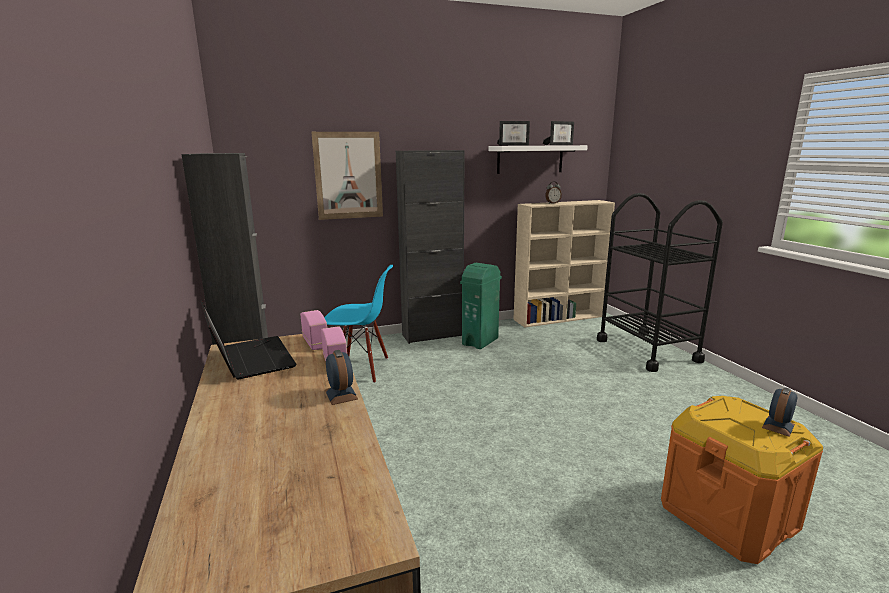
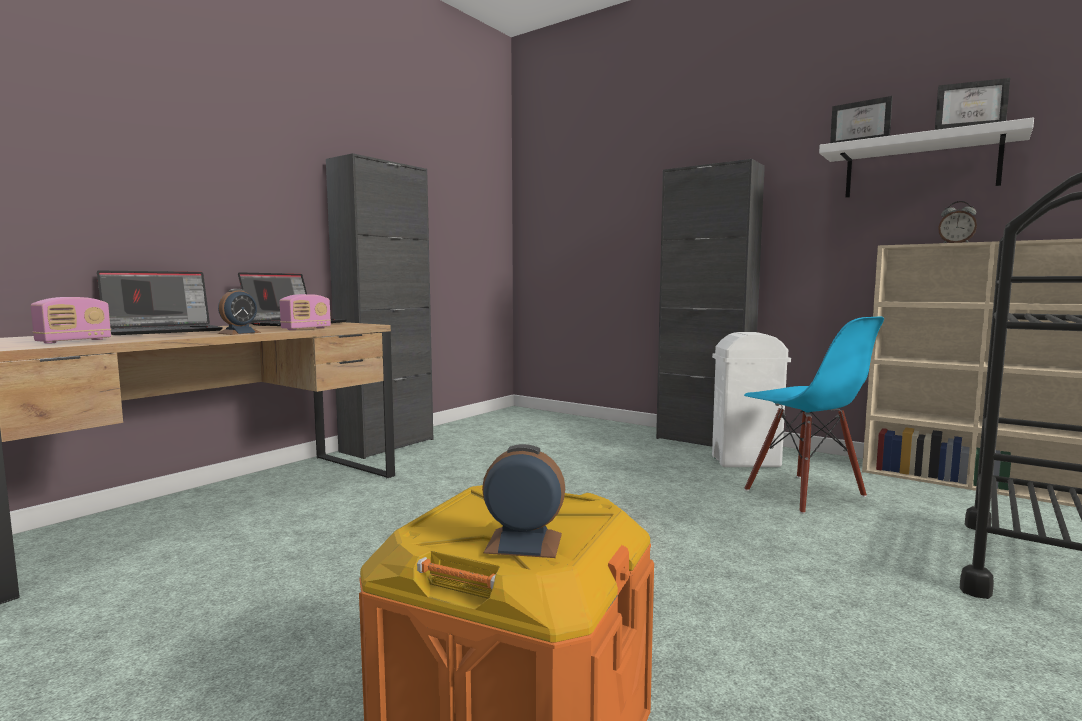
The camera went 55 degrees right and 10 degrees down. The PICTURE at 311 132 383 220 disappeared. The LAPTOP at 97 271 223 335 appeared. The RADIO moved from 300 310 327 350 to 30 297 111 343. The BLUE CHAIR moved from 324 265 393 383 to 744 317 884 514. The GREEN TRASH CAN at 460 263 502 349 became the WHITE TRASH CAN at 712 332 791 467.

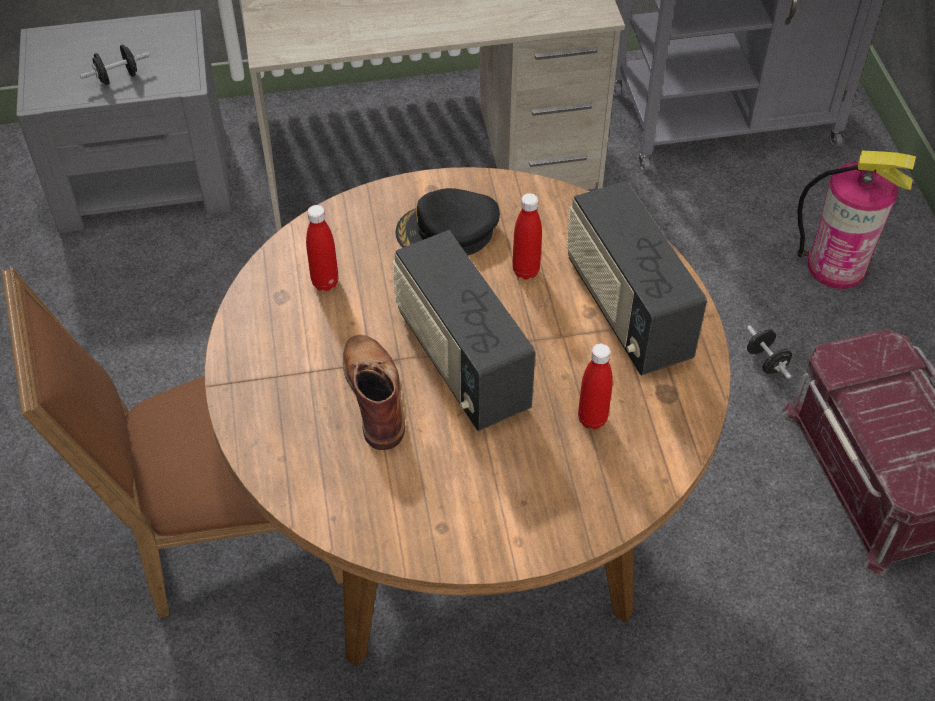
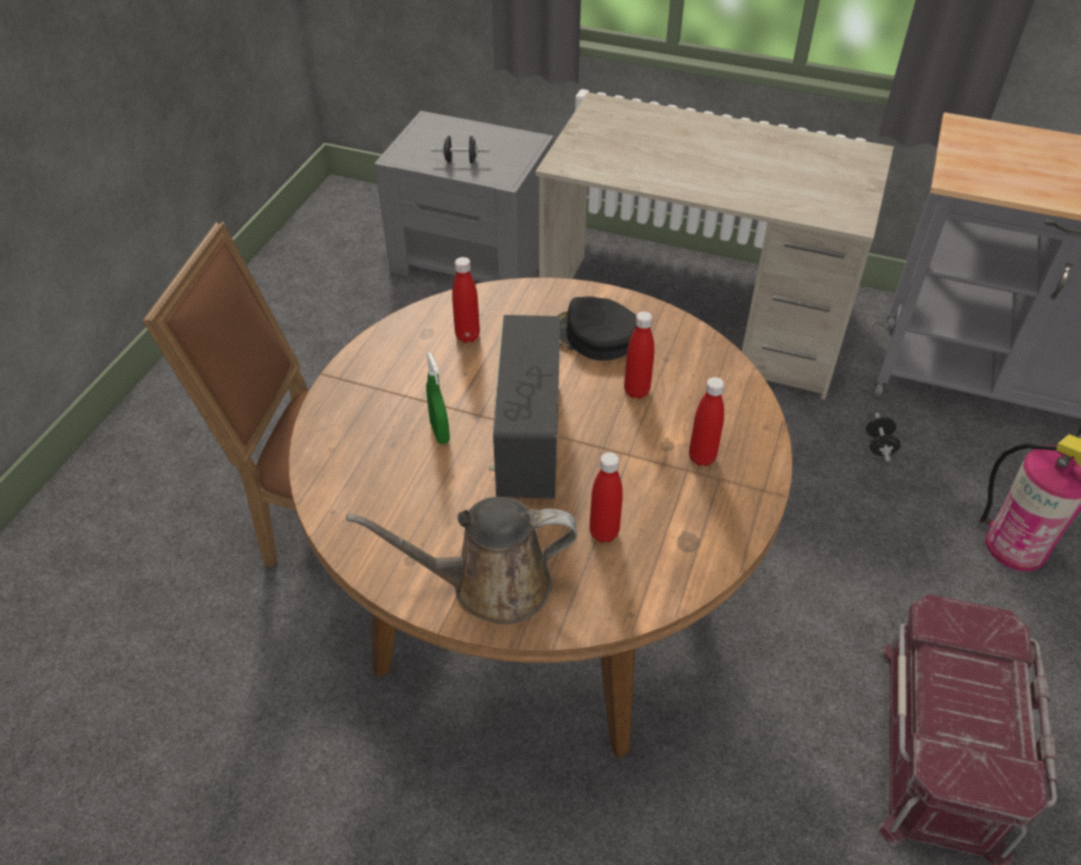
The camera went 30 degrees right and 5 degrees down. The BROWN WATERING CAN at 346 497 577 624 appeared. The BLACK DUMBBELL moved from 747 325 792 379 to 866 413 901 462. The BROWN BOOT at 343 335 405 450 was replaced by the GREEN SPRAY BOTTLE at 426 353 450 444. The RADIO at 566 181 707 376 was replaced by the RED BOTTLE at 689 377 725 466.

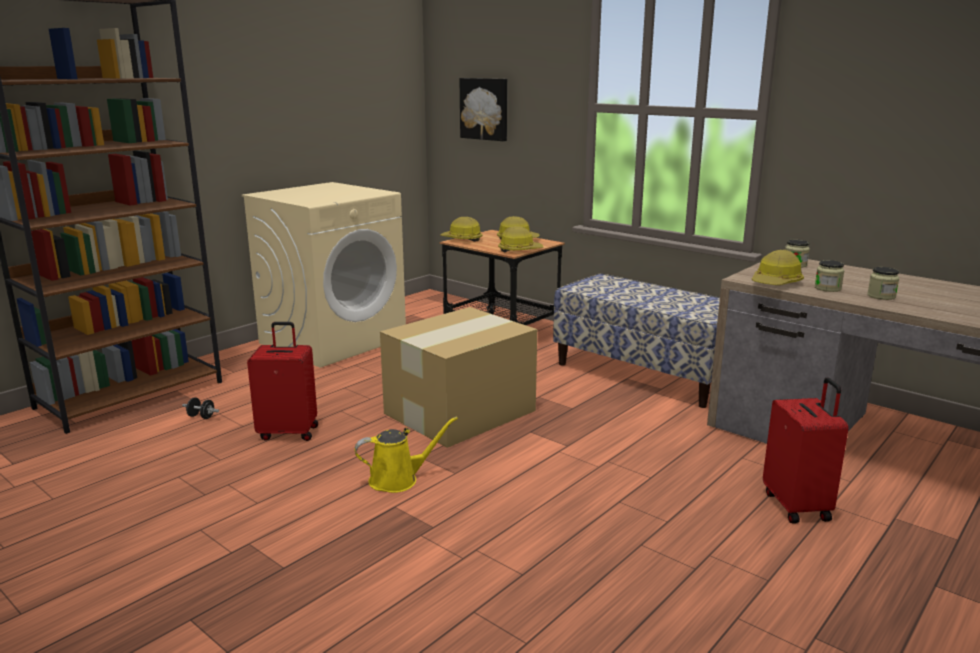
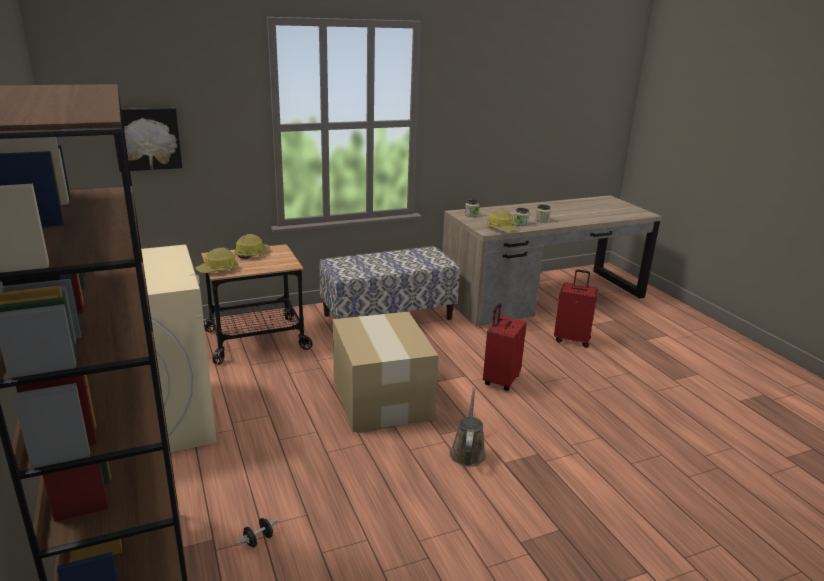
The camera went 65 degrees left and 5 degrees up. The HARD HAT at 498 226 543 252 disappeared. The RED SUITCASE moved from 247 322 318 441 to 483 303 527 391. The YELLOW WATERING CAN at 355 417 458 493 became the BROWN WATERING CAN at 450 387 486 467.

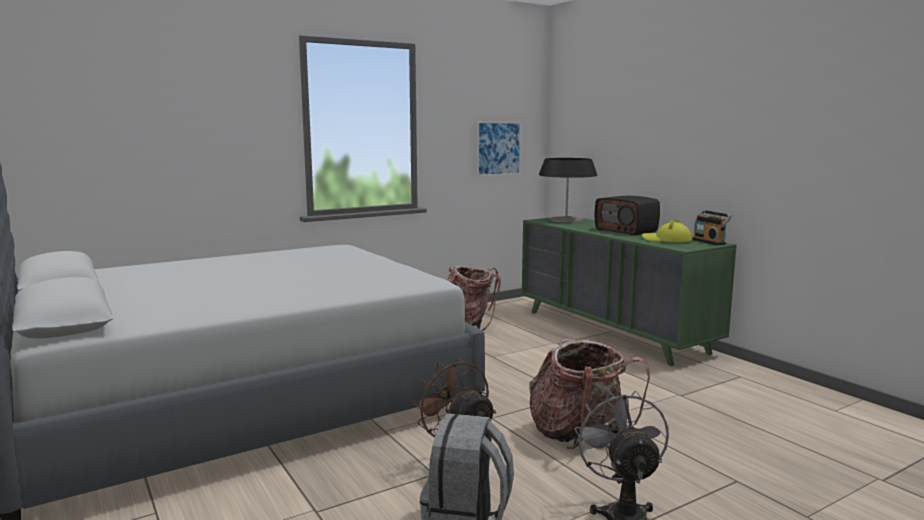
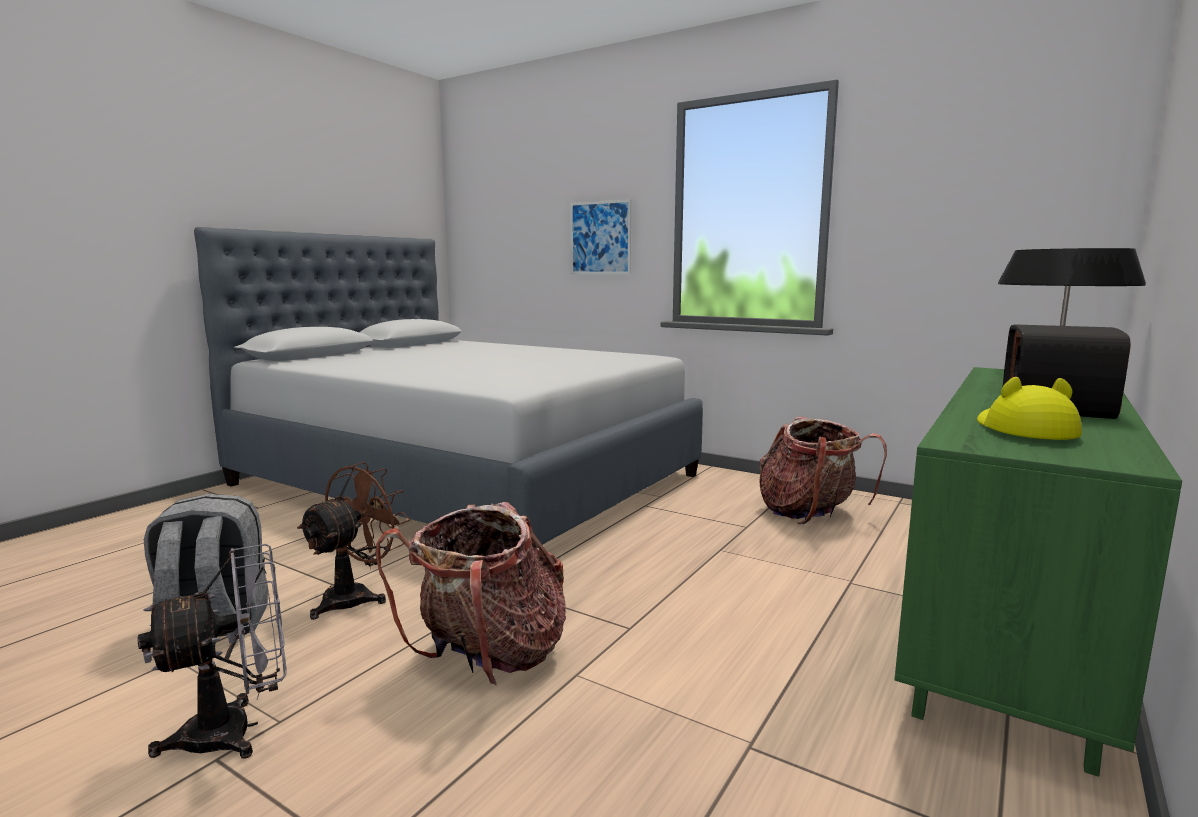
The camera went 65 degrees right and 0 degrees up. The RADIO at 693 210 732 245 disappeared. The PICTURE moved from 477 121 522 177 to 570 199 631 274.

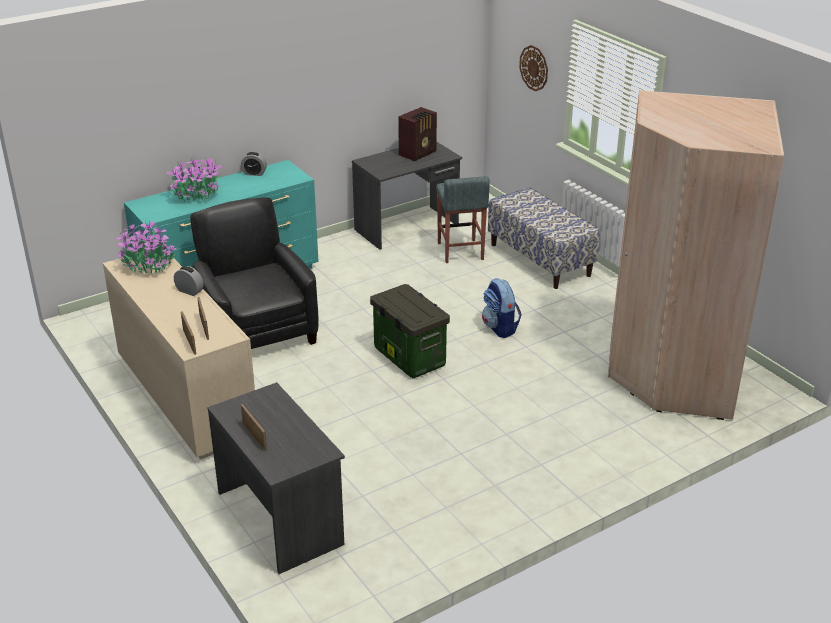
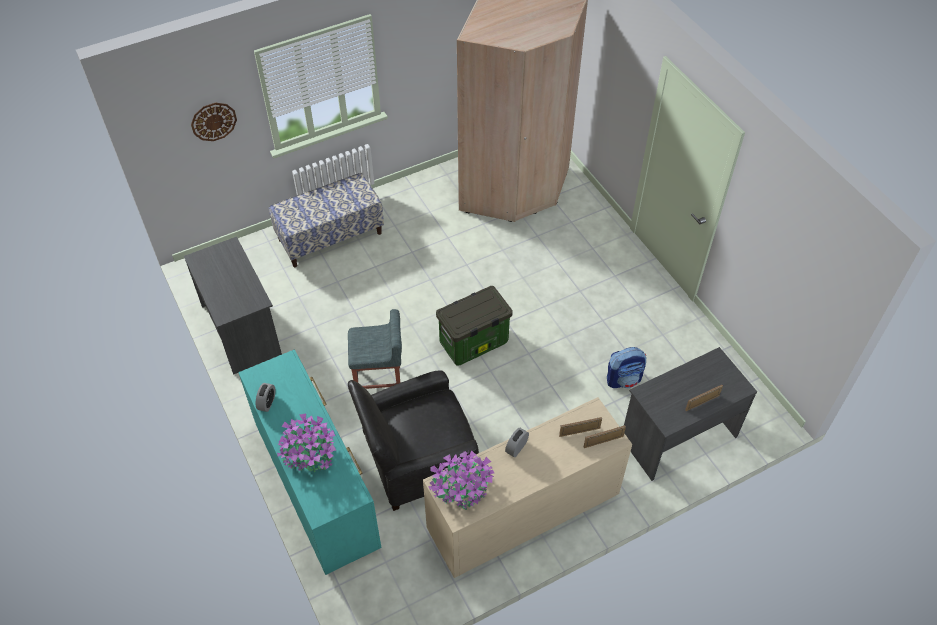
The camera went 85 degrees left and 20 degrees up. The RADIO at 398 107 437 161 disappeared. The GREY STOOL moved from 436 177 490 263 to 348 309 402 389. The BACKPACK moved from 482 278 522 338 to 607 347 646 388.

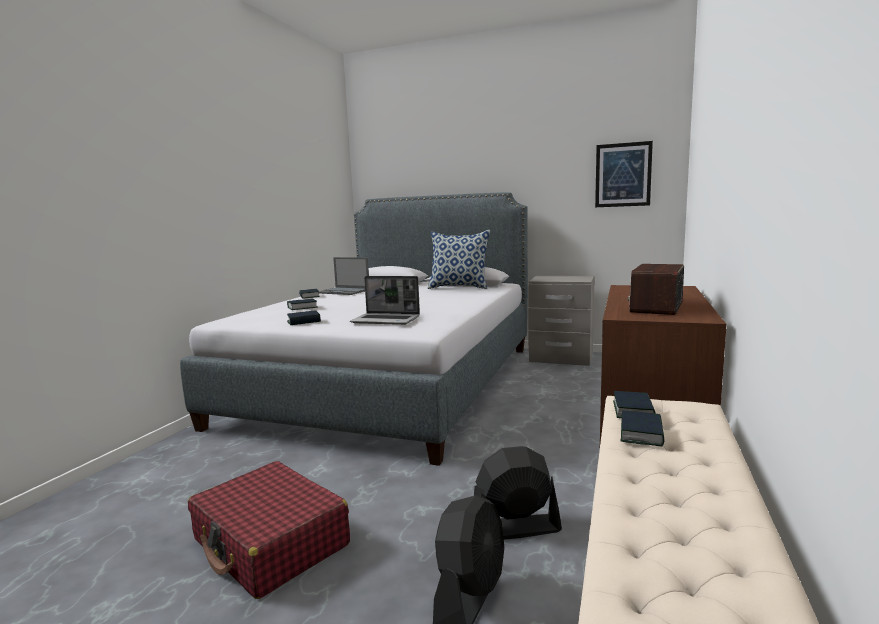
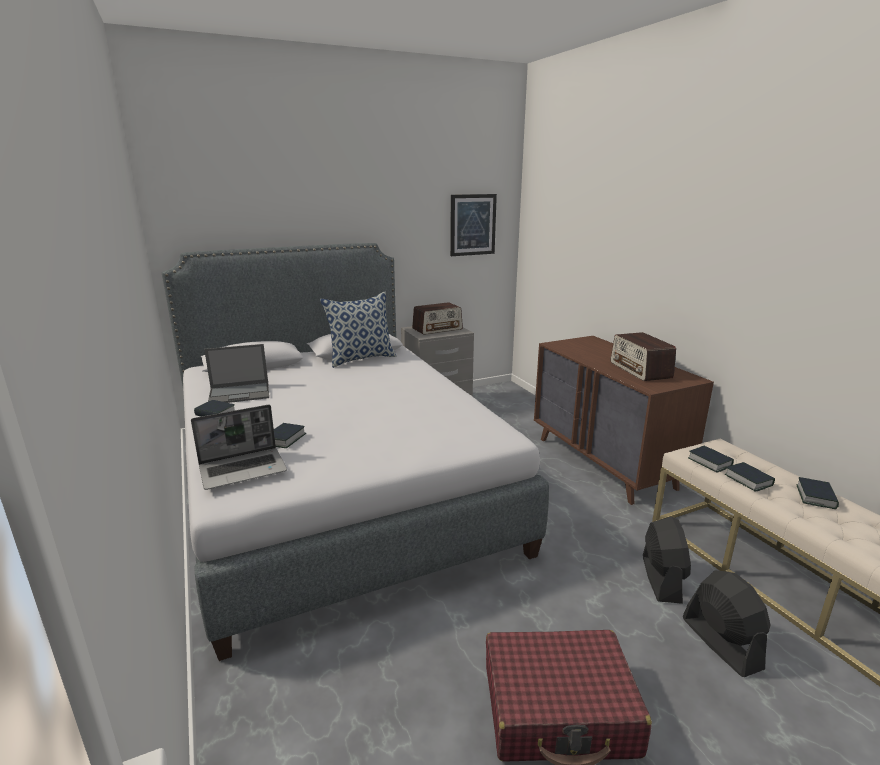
The camera went 45 degrees left and 10 degrees up. The RADIO at 412 302 463 335 appeared. The BOOK moved from 287 310 321 325 to 796 477 839 509. The LAPTOP moved from 350 276 420 325 to 191 405 287 490. The BLACK FAN at 474 446 562 540 turned 150 degrees clockwise.

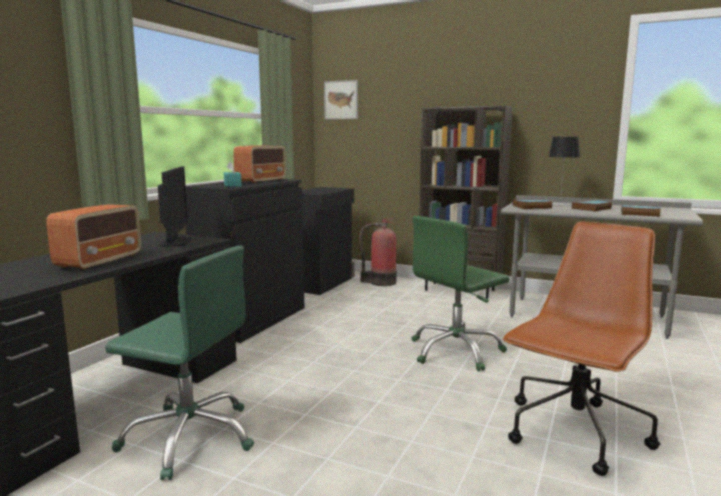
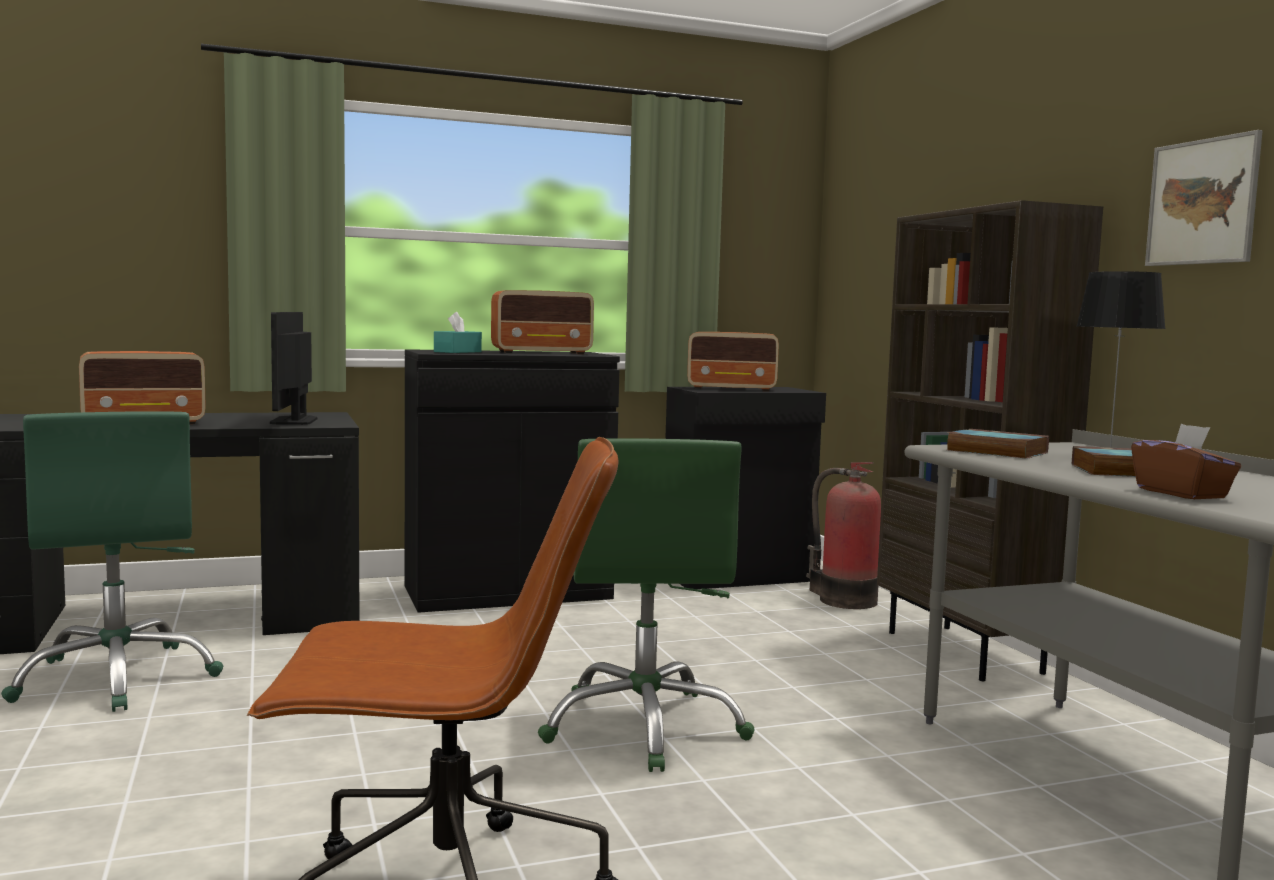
The camera went 45 degrees right and 5 degrees down. The RADIO at 687 332 779 391 appeared. The PICTURE moved from 324 80 358 120 to 1145 130 1263 266. The BOOK at 621 204 661 217 was replaced by the BROWN TISSUE BOX at 1131 424 1241 499. The MONITOR at 158 167 191 247 turned 135 degrees clockwise. The GREEN OFFICE CHAIR at 412 216 509 371 turned 105 degrees counterclockwise.

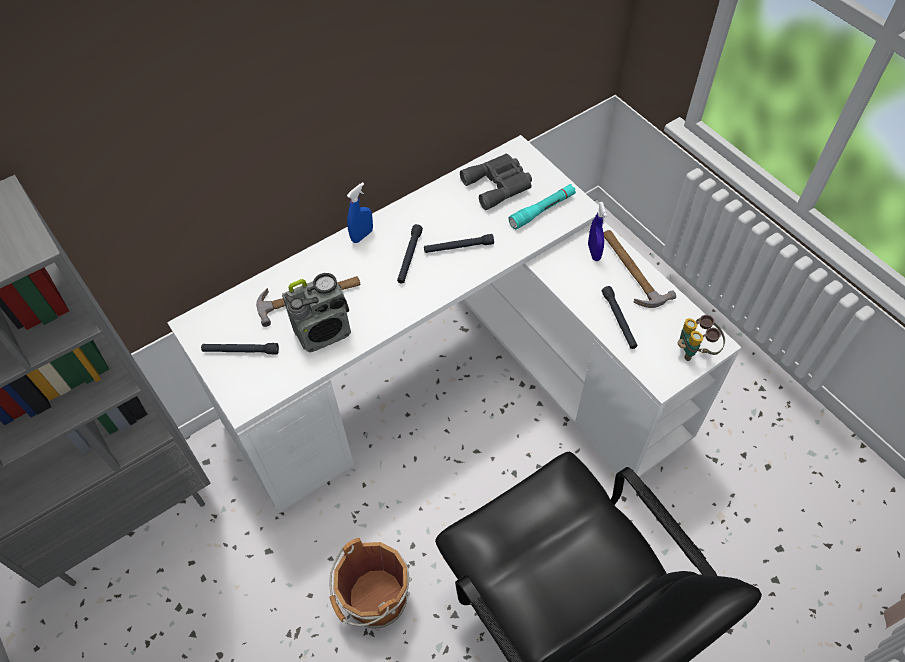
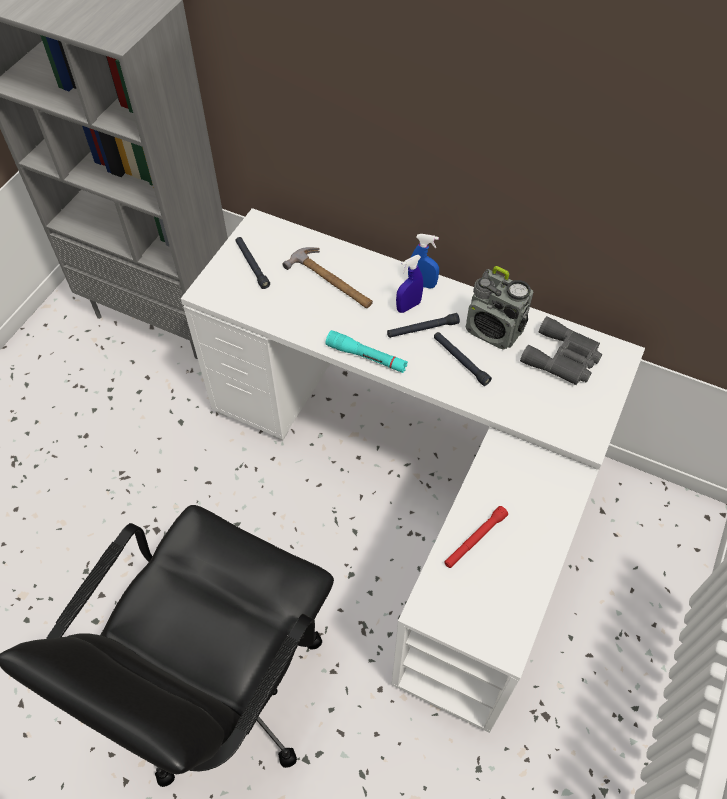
The camera went 60 degrees right and 0 degrees up. The BROWN BUCKET at 329 538 412 631 disappeared. The HAMMER at 604 230 676 308 disappeared. The BINOCULARS at 678 315 725 361 disappeared. The RADIO moved from 282 273 351 352 to 466 266 534 350. The TURQUOISE FLASHLIGHT moved from 509 184 576 229 to 326 330 408 373. The BLUE SPRAY BOTTLE moved from 588 202 607 261 to 396 255 423 313. The BLACK FLASHLIGHT at 602 286 638 349 became the RED FLASHLIGHT at 444 506 508 568.

